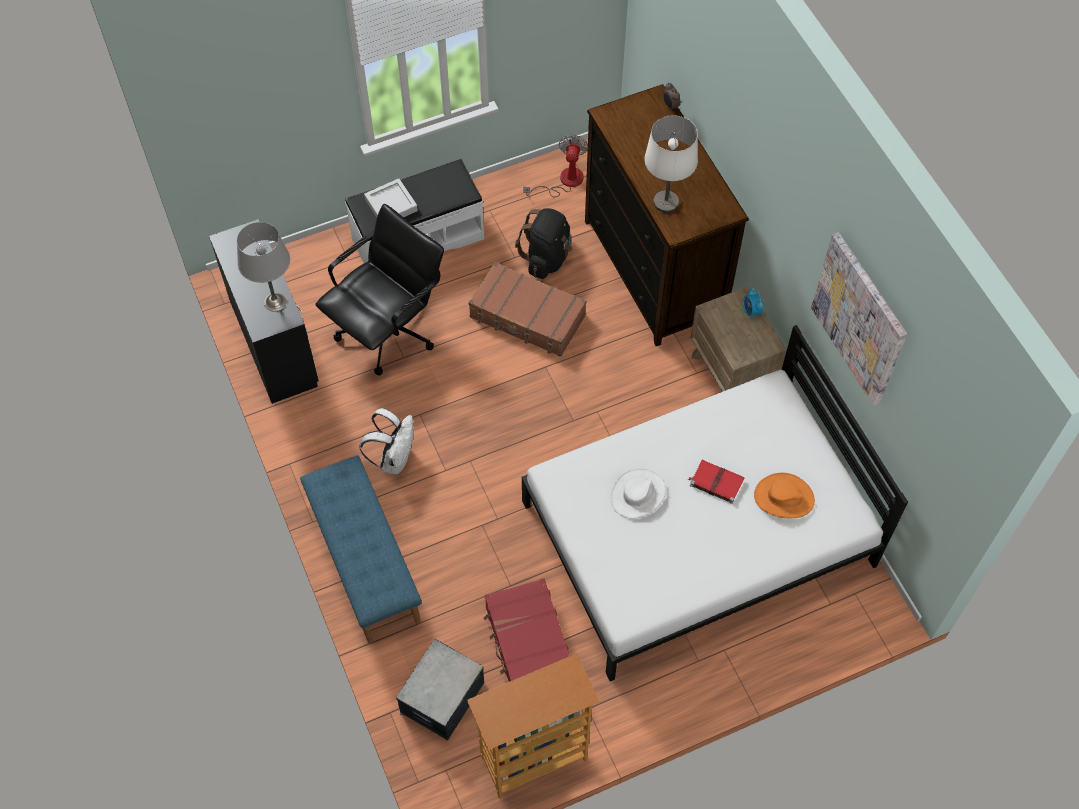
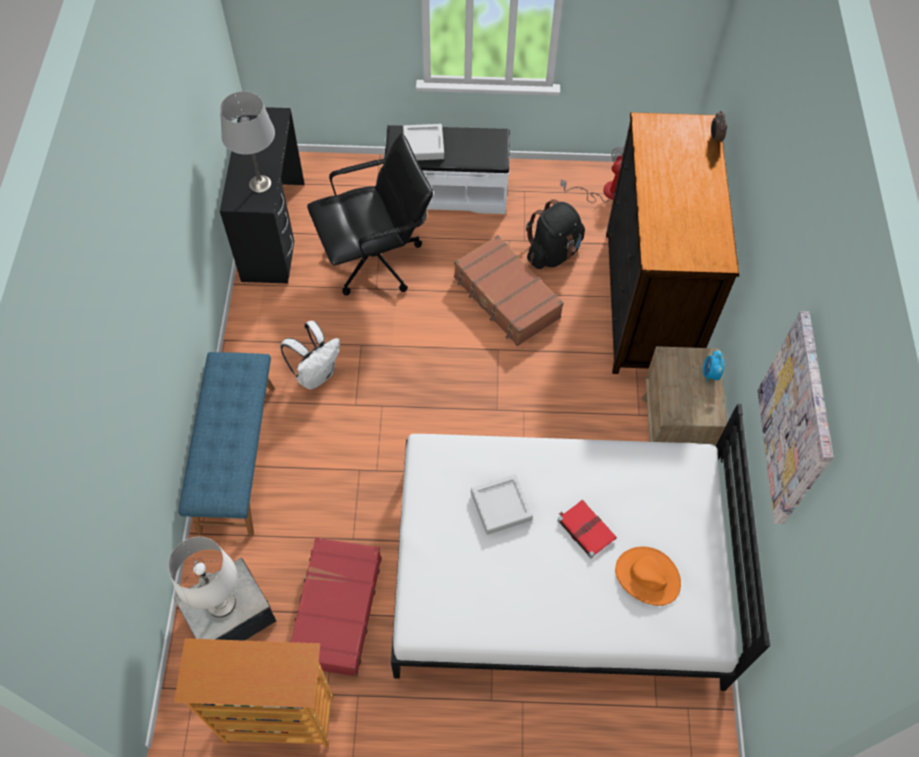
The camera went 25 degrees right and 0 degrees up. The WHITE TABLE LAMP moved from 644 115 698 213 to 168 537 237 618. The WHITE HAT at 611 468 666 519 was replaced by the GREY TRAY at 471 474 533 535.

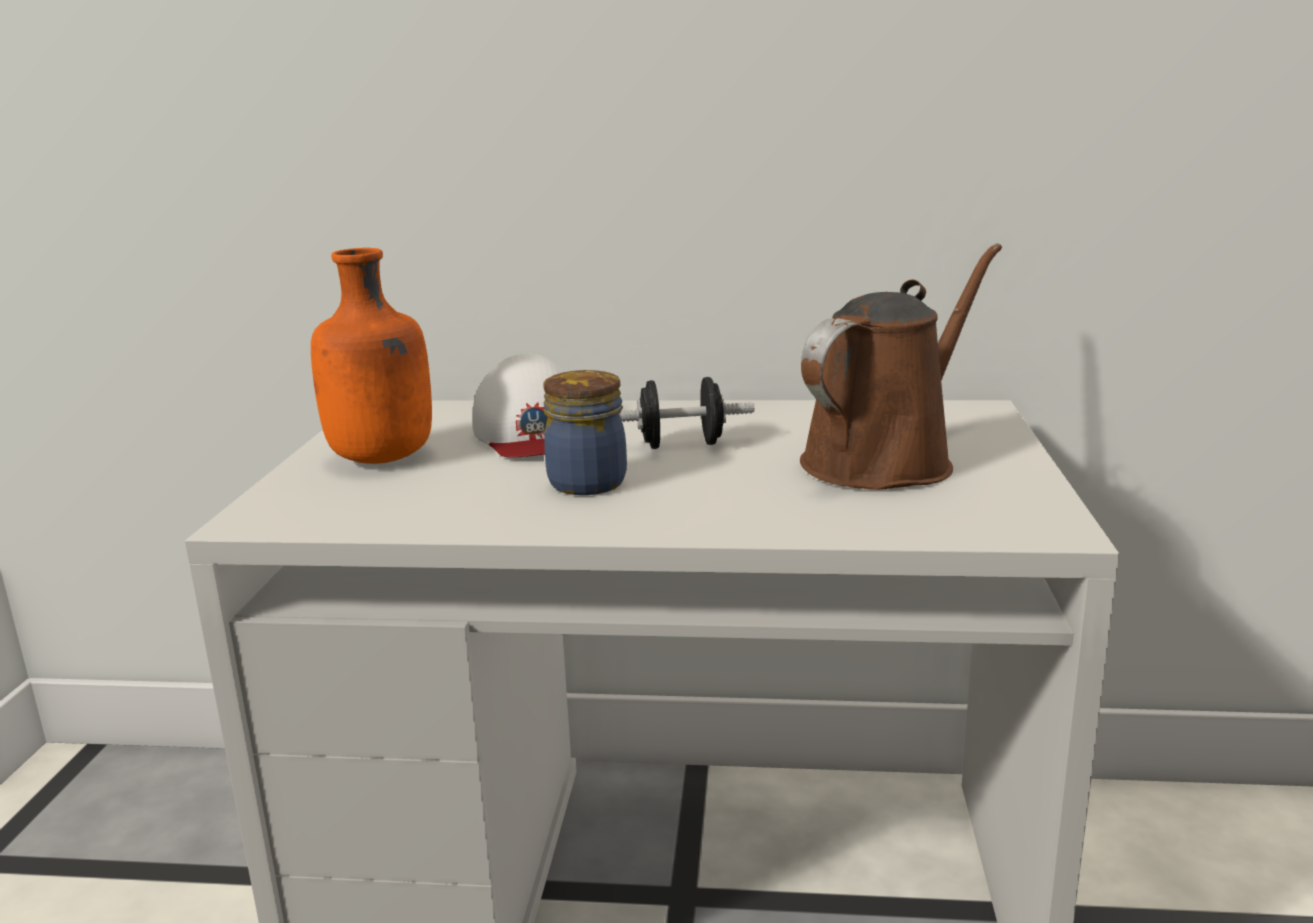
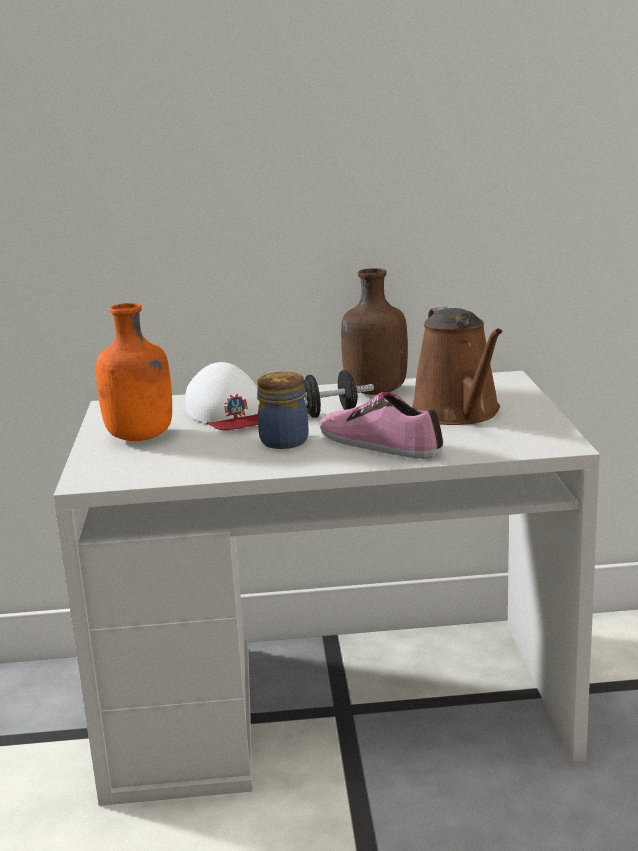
The camera went 10 degrees left and 0 degrees up. The SHOE at 320 392 443 459 appeared. The BROWN BOTTLE at 341 268 408 395 appeared. The BROWN WATERING CAN at 800 243 1002 490 turned 135 degrees clockwise.

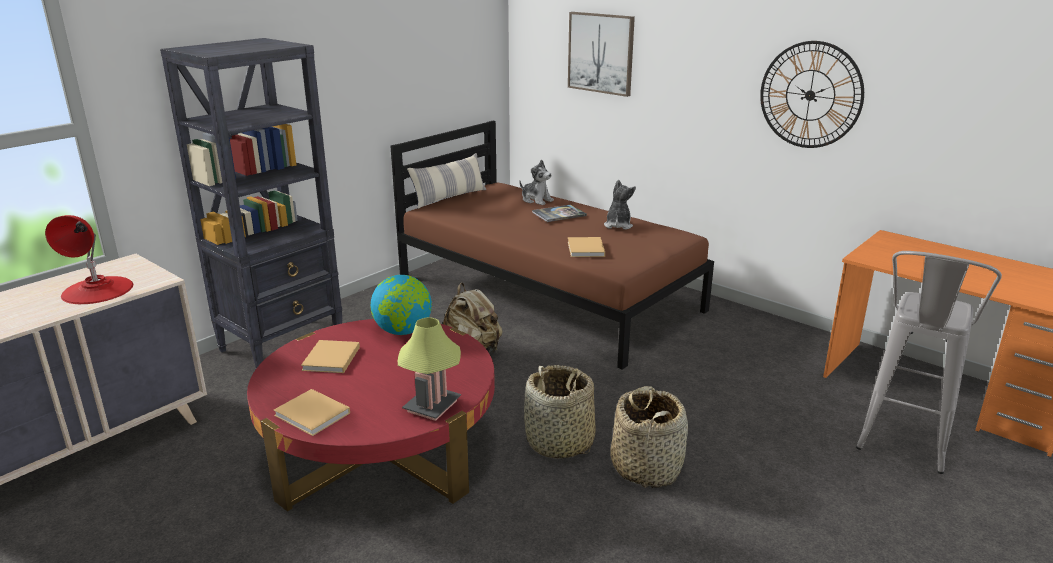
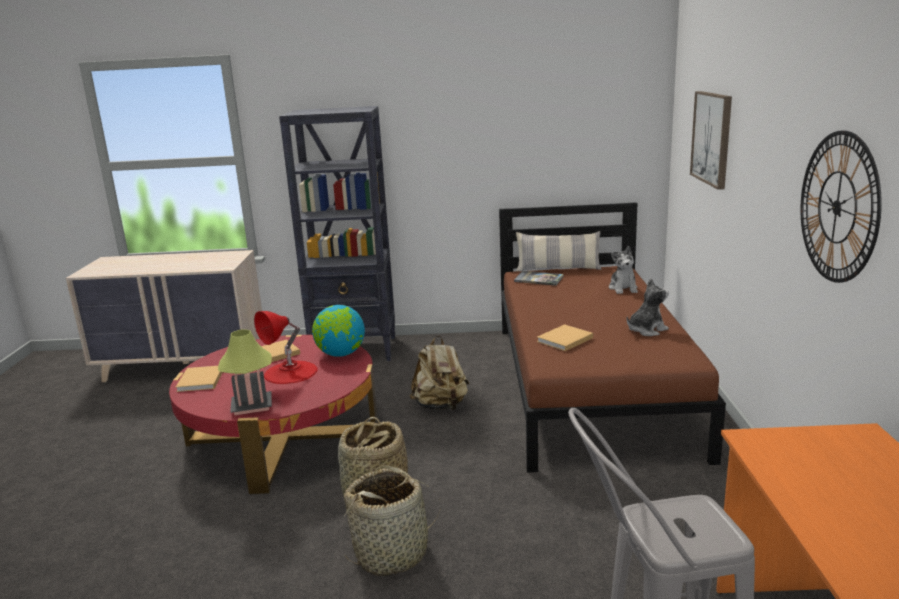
The camera went 50 degrees right and 5 degrees down. The RED TABLE LAMP moved from 45 215 133 304 to 254 311 318 384. The BOOK moved from 532 204 587 222 to 514 271 564 286.

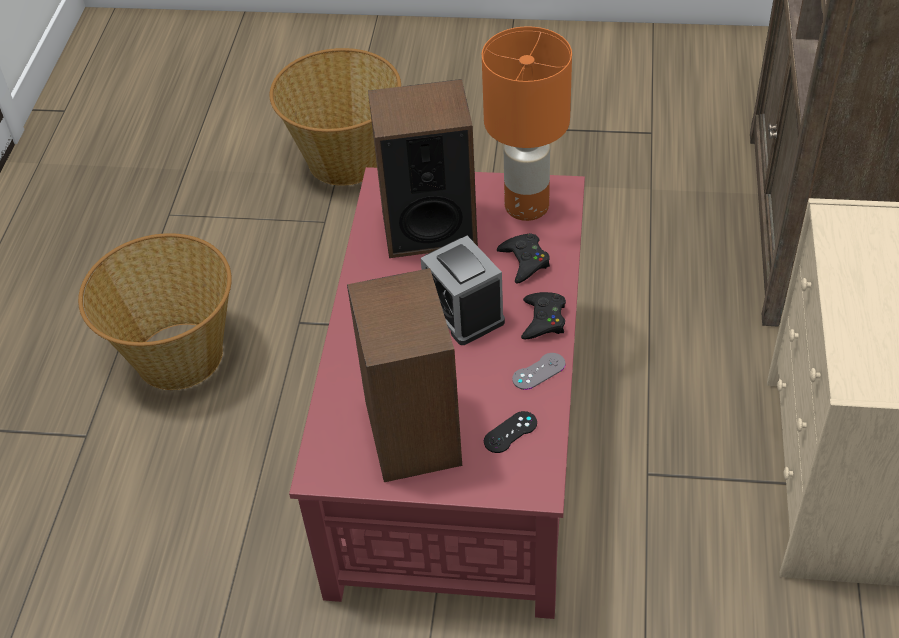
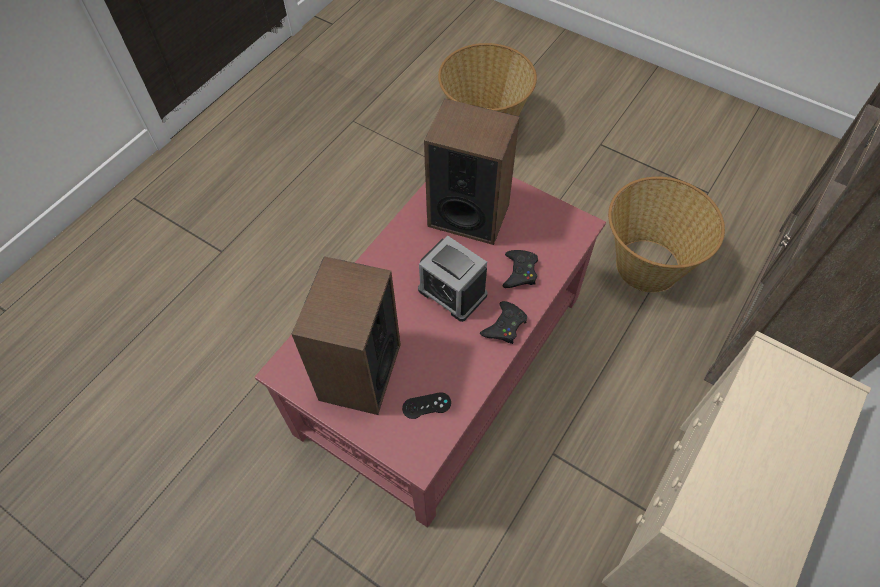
The camera went 25 degrees right and 10 degrees up. The ORANGE TABLE LAMP at 482 26 572 221 disappeared. The GREY GAME CONTROLLER at 512 353 566 390 disappeared. The BASKET moved from 78 233 232 390 to 608 177 725 293. The ALARM CLOCK at 421 236 505 345 turned 45 degrees counterclockwise.

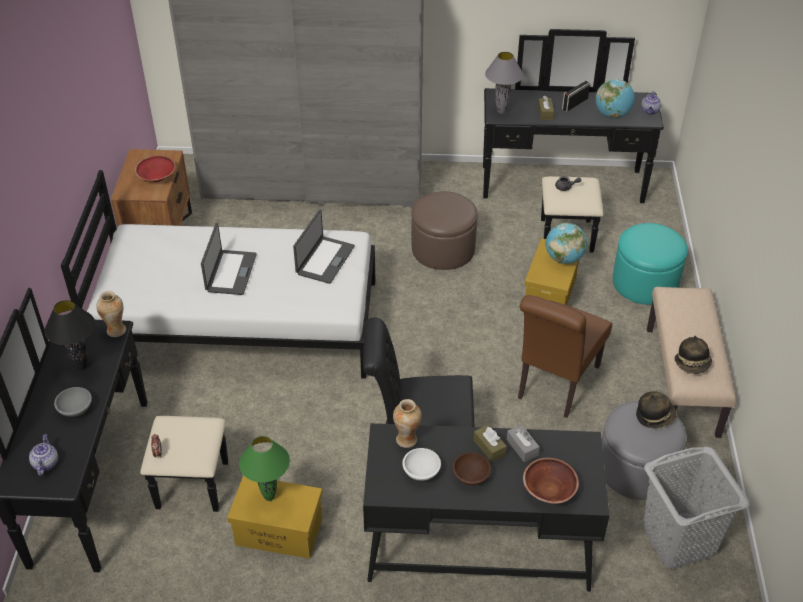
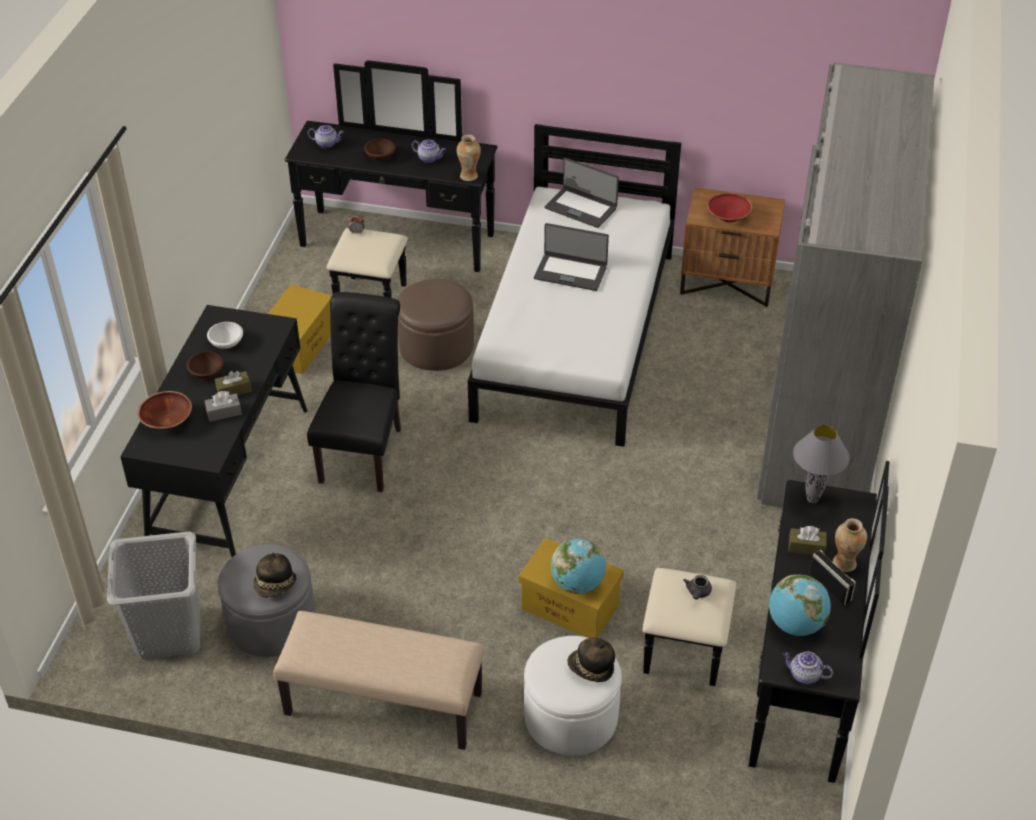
The camera went 100 degrees right and 0 degrees up. The GREEN TABLE LAMP at 239 436 290 501 disappeared. The BROWN CHAIR at 518 295 612 418 disappeared. The LAPTOP moved from 293 209 355 284 to 545 158 619 228. The VASE moved from 393 399 422 448 to 833 518 867 572. The BROWN OTTOMAN moved from 411 191 478 270 to 397 279 474 371. The HAT moved from 675 336 712 374 to 567 637 615 682. The BLACK TABLE LAMP at 44 300 95 370 was replaced by the TEAPOT at 412 140 446 163. The GREY BOWL at 54 387 92 417 became the BROWN BOWL at 364 139 396 160. The TURQUOISE OTTOMAN at 613 223 688 305 became the WHITE OTTOMAN at 524 636 622 756.

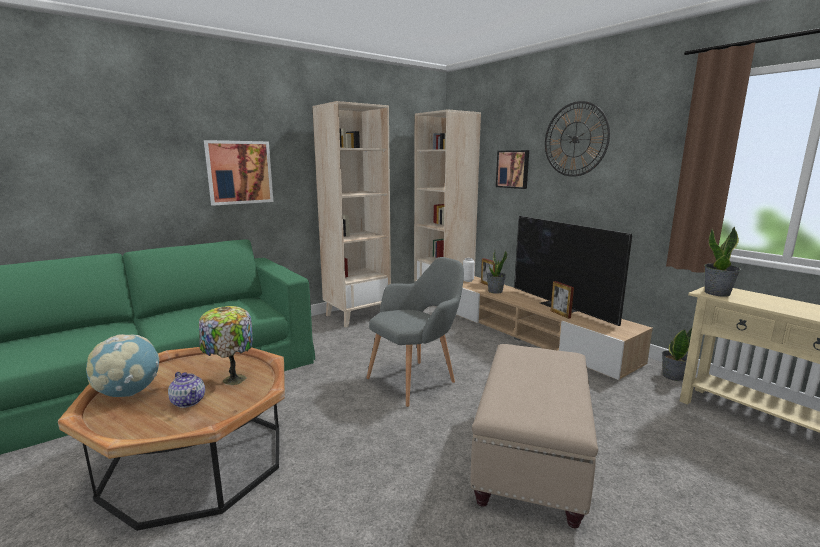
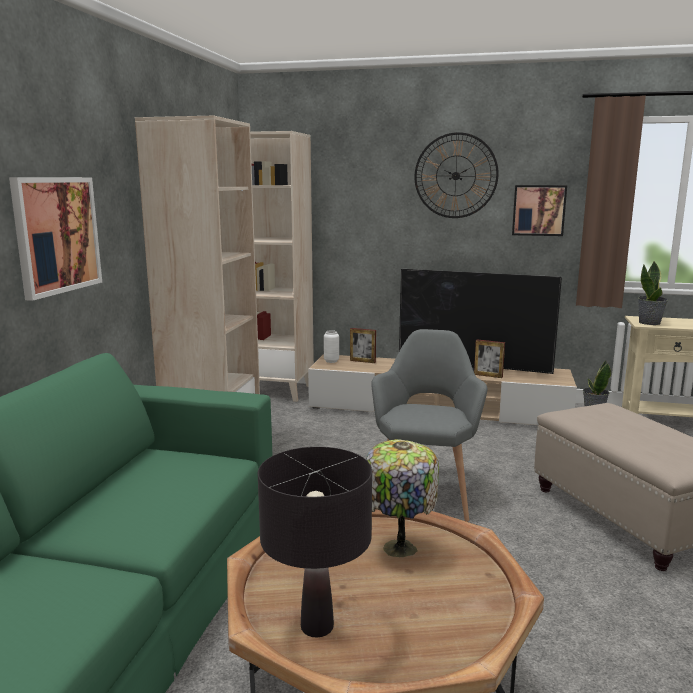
The camera went 40 degrees left and 0 degrees up. The TEAPOT at 168 372 205 408 disappeared. The POTTED PLANT at 486 251 507 294 disappeared. The PICTURE moved from 496 150 529 189 to 512 185 567 236. The GLOBE at 86 334 159 397 was replaced by the BLACK TABLE LAMP at 258 447 372 637.

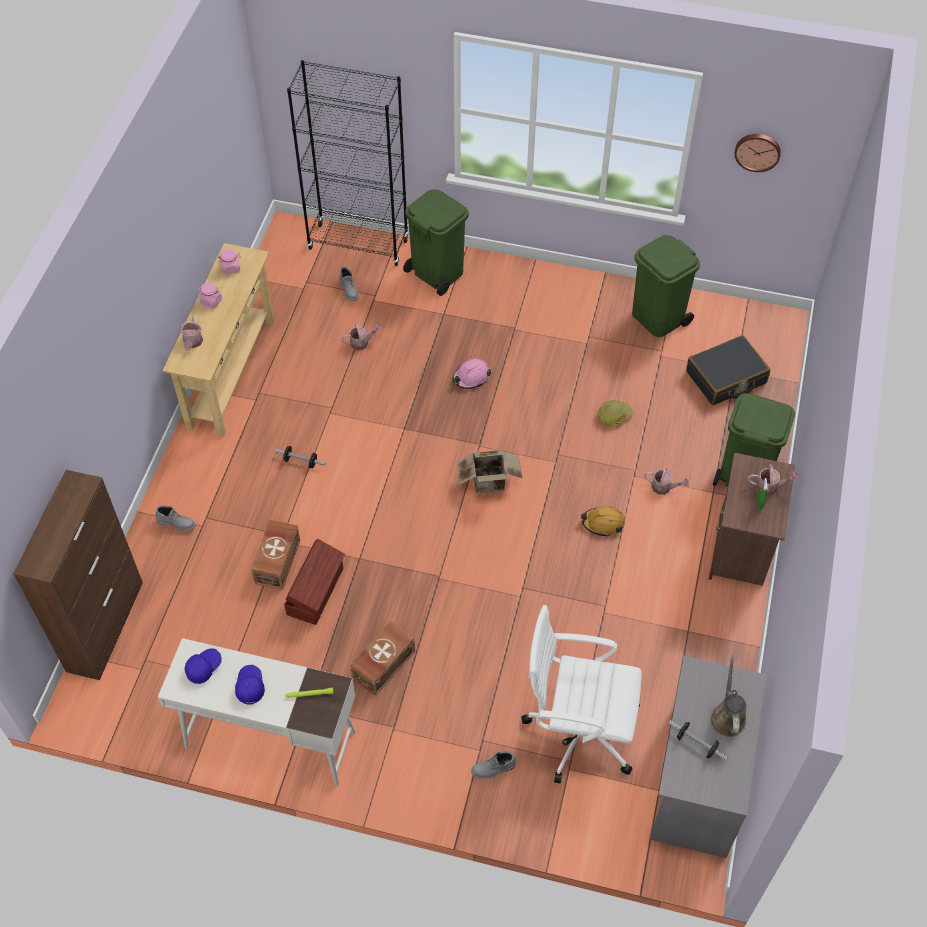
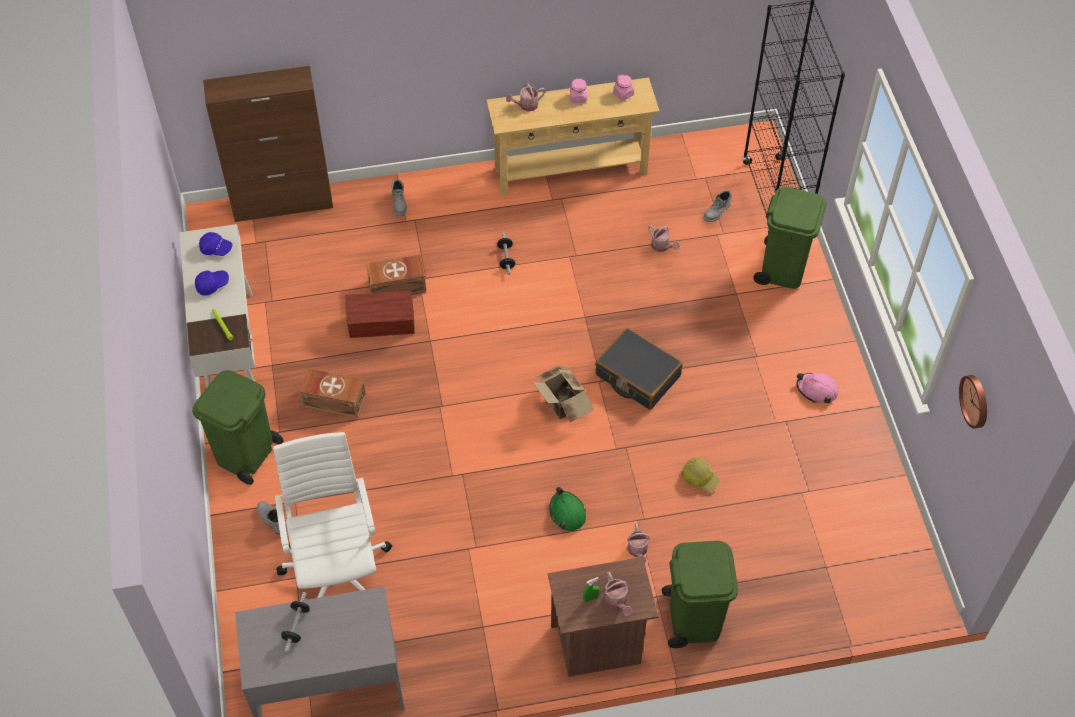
The camera went 65 degrees right and 0 degrees up. The BROWN WATERING CAN at 711 655 746 737 disappeared. The PINK HARD HAT moved from 453 359 491 389 to 797 373 838 403. The GREEN TRASH CAN moved from 632 235 700 337 to 192 370 284 485. The BLACK SUITCASE moved from 686 335 770 405 to 595 328 683 410. The ORANGE HARD HAT at 581 506 625 537 became the GREEN HARD HAT at 549 487 586 531.

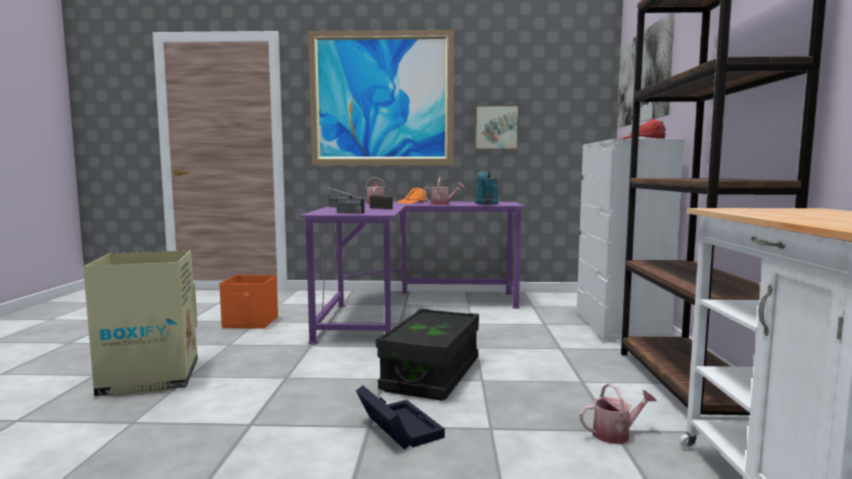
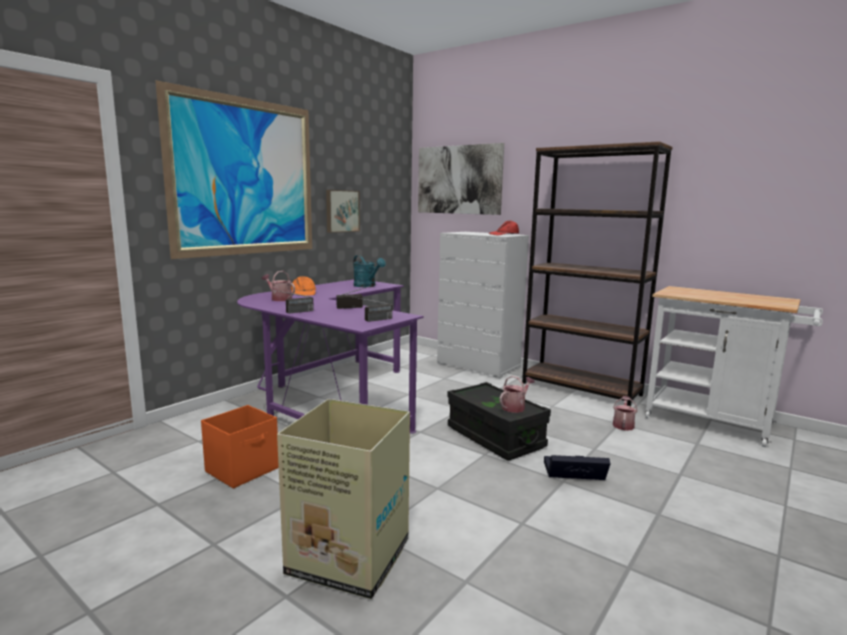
The camera went 55 degrees left and 5 degrees up. The WATERING CAN moved from 422 177 465 205 to 500 376 535 413.

